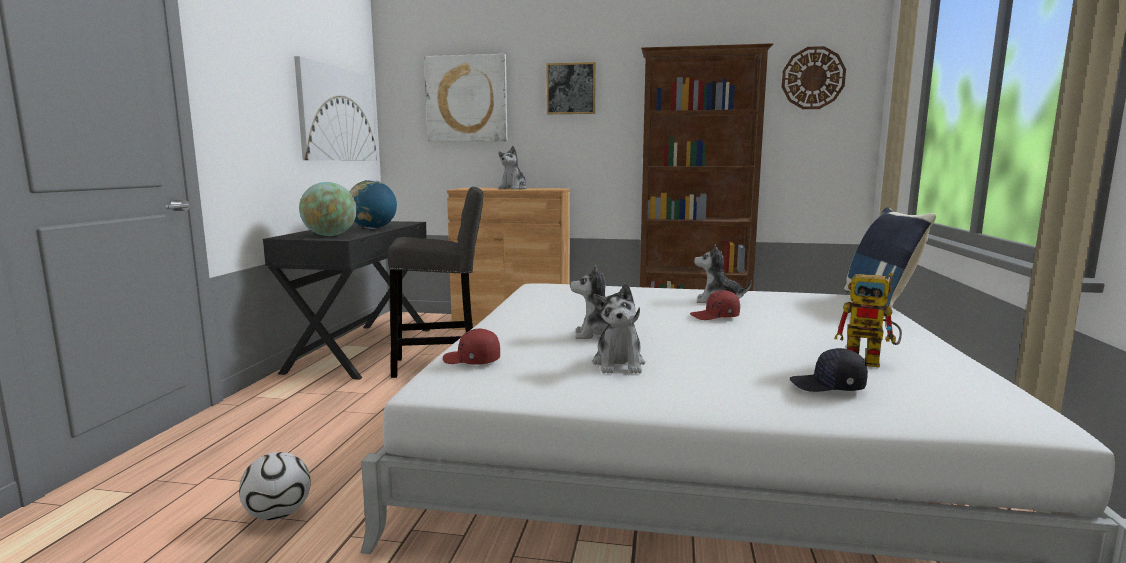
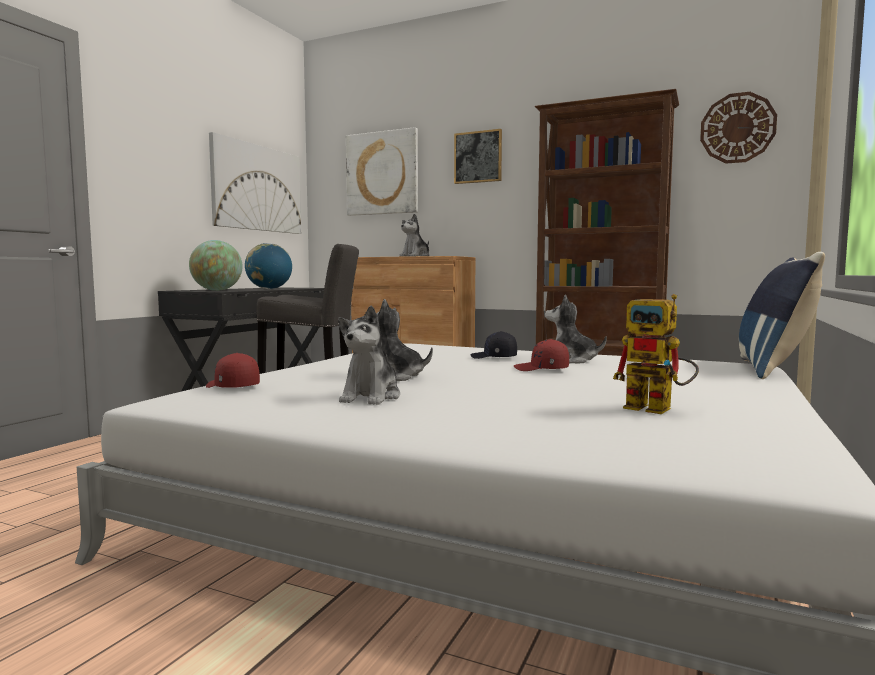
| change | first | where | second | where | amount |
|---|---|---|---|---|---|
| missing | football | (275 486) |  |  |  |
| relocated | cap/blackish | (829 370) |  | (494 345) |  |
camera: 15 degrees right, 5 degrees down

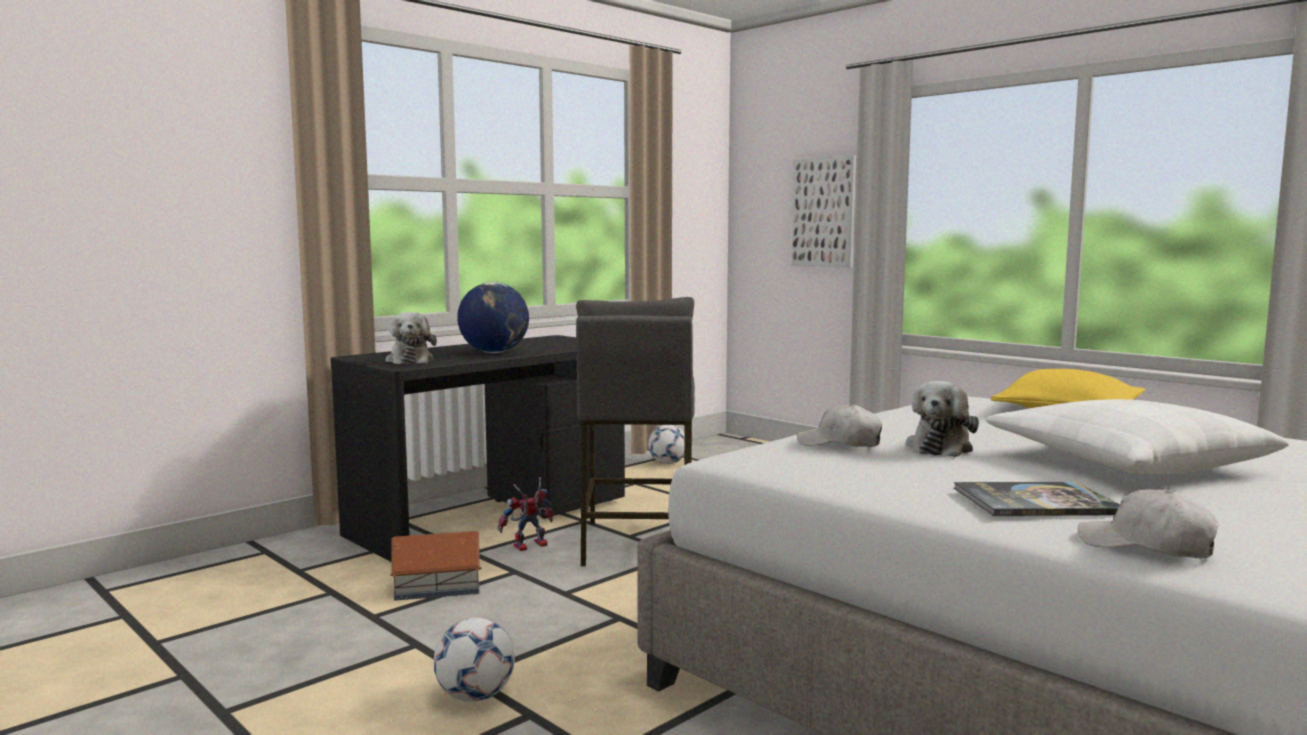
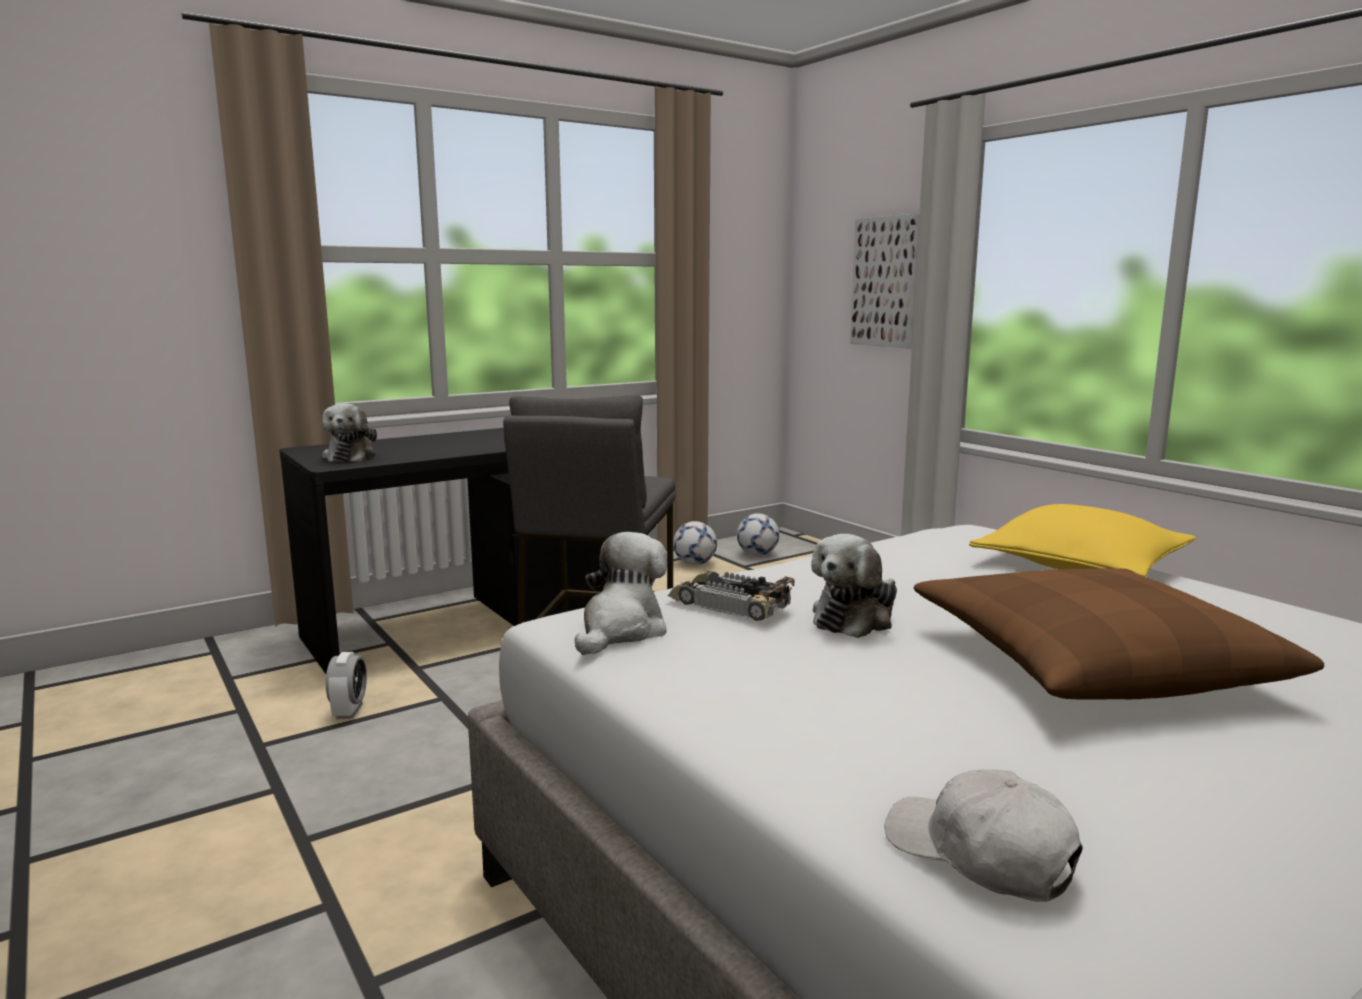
| change | first | where | second | where | amount |
|---|---|---|---|---|---|
| missing | desk globe | (493 317) |  |  |  |
| missing | model robot | (525 514) |  |  |  |
| missing | volume | (1037 499) |  |  |  |
| appeared |  |  | cuddly toy | (621 593) |  |
| relocated | football | (474 660) |  | (758 534) |  |
| exchanged | miniature house | (436 566) | alarm clock | (346 685) |  |
| exchanged | cap/white | (839 425) | toy car | (731 596) |  |
| colour | pillow/white | (1137 436) | pillow/brown | (1119 634) |  |
camera: 10 degrees right, 5 degrees up

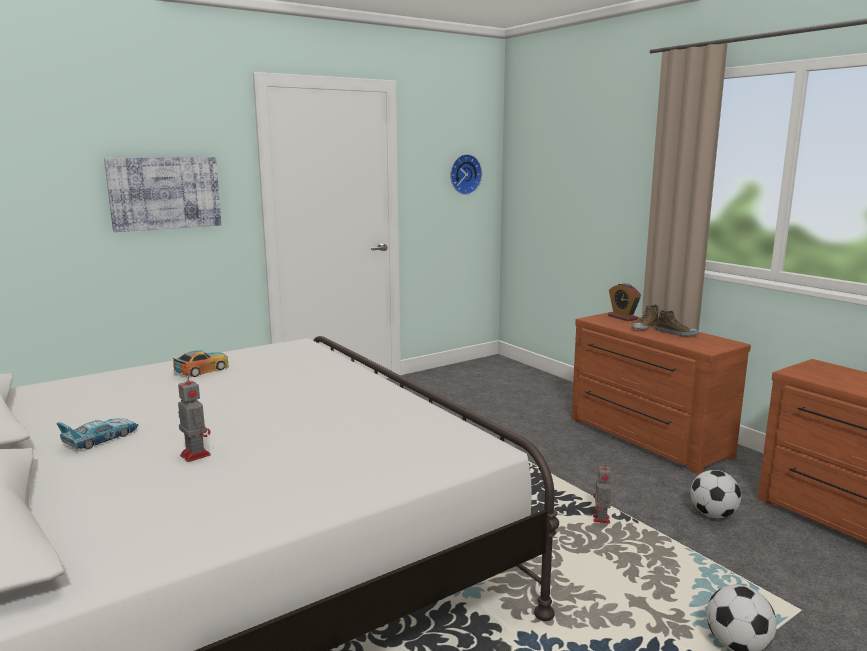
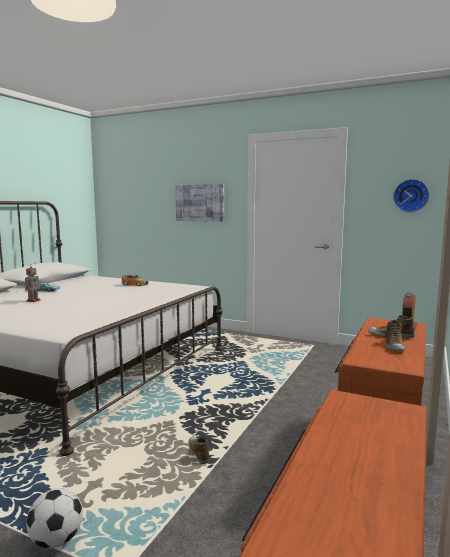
| change | first | where | second | where | amount |
|---|---|---|---|---|---|
| missing | football | (715 494) |  |  |  |
| exchanged | model robot | (602 492) | shoe | (199 450) |  |
camera: 60 degrees right, 5 degrees down

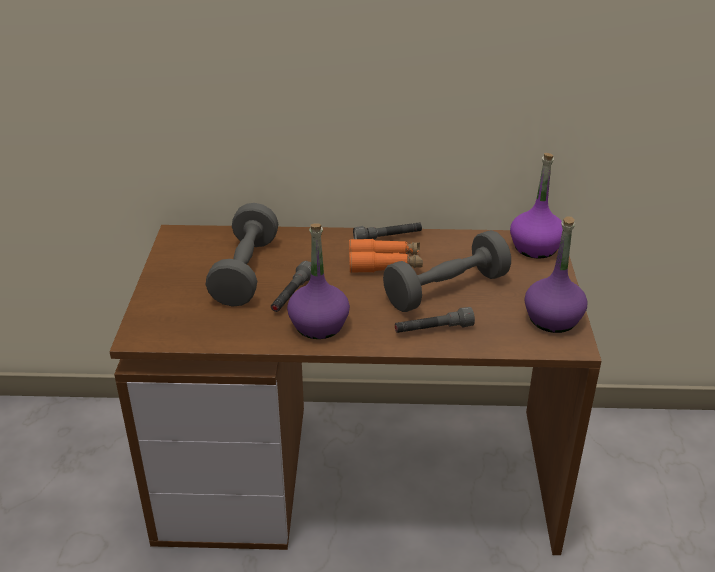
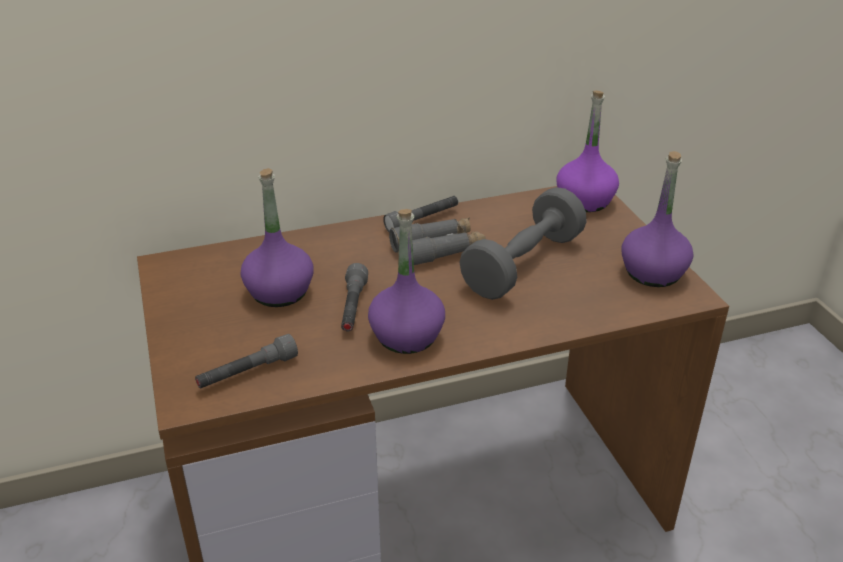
| change | first | where | second | where | amount |
|---|---|---|---|---|---|
| relocated | flashlight/grey | (435 320) |  | (246 361) |  |
| exchanged | dumbbell/grey | (242 255) | drink bottle/purplish | (277 237) |  |
| colour | field glasses/orange-coloured | (386 256) | field glasses/grey | (437 241) |  |
camera: 20 degrees left, 0 degrees up

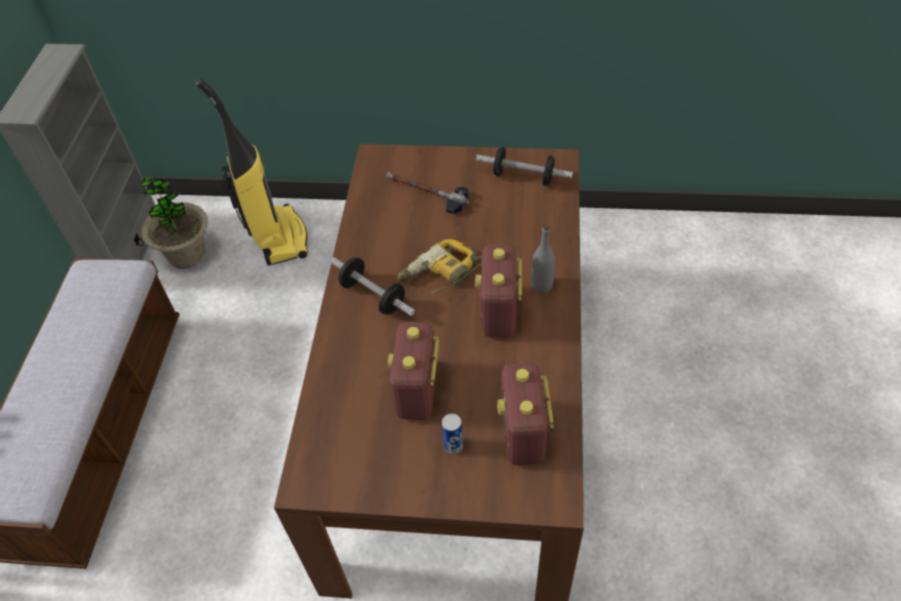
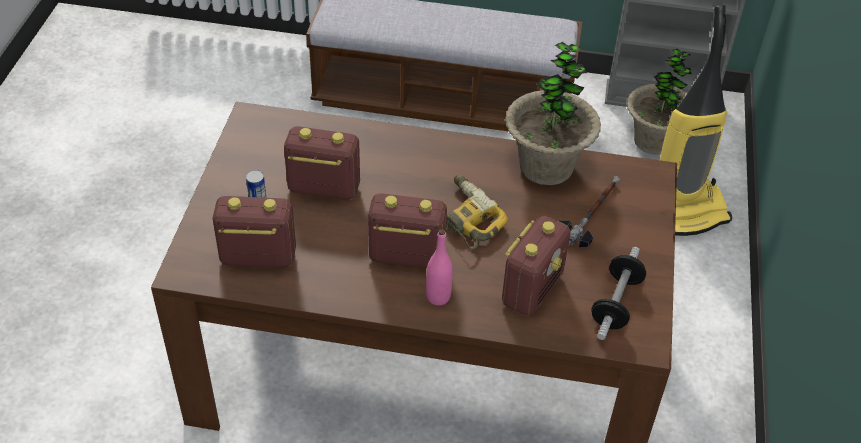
| change | first | where | second | where | amount |
|---|---|---|---|---|---|
| missing | dumbbell | (372 286) |  |  |  |
| appeared |  |  | radio set | (536 266) |  |
| appeared |  |  | plant in a pot | (553 113) |  |
| colour | drink bottle/grey | (543 259) | drink bottle/pink | (439 267) |  |
camera: 90 degrees right, 5 degrees down

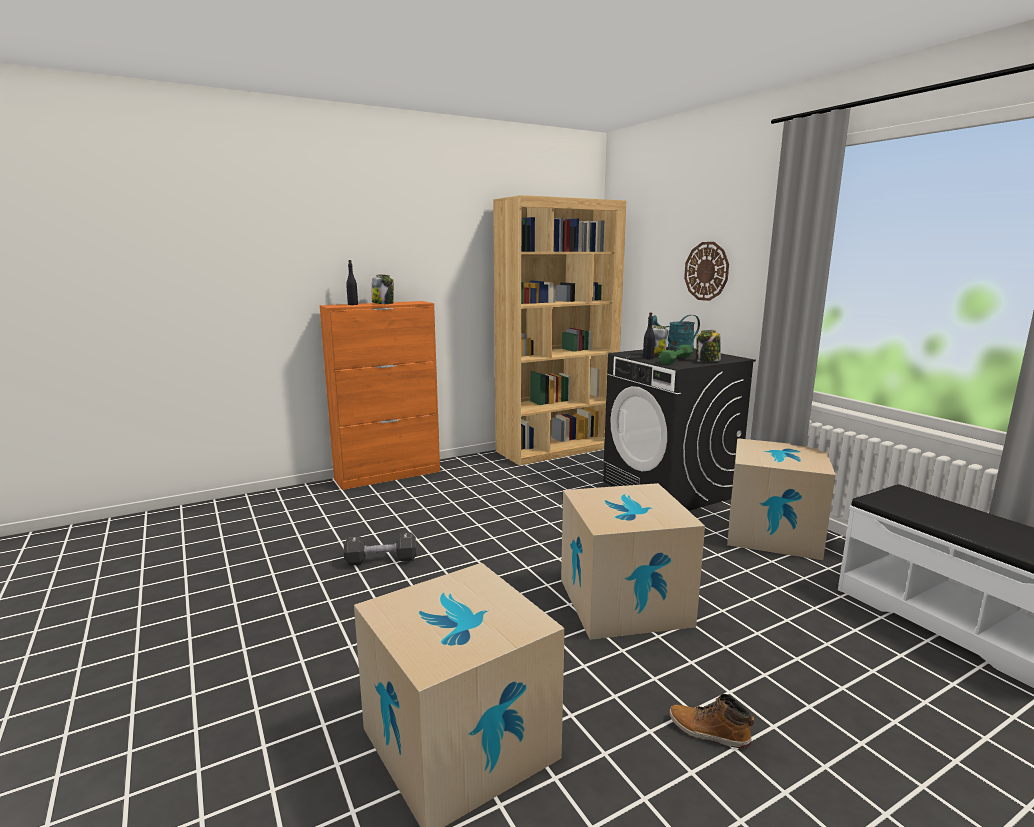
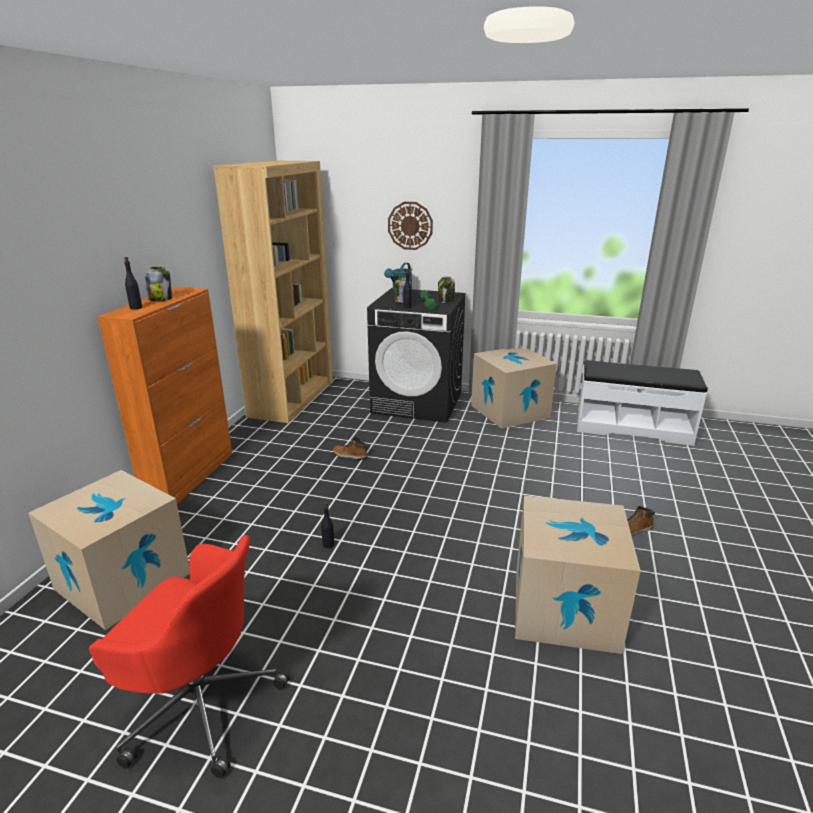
| change | first | where | second | where | amount |
|---|---|---|---|---|---|
| appeared |  |  | desk chair/red | (189 656) |  |
| appeared |  |  | boot | (350 448) |  |
| relocated | carton | (633 561) |  | (109 550) |  |
| exchanged | dumbbell/blackish | (380 549) | drink bottle/blackish | (327 525) |  |
camera: 45 degrees left, 10 degrees up

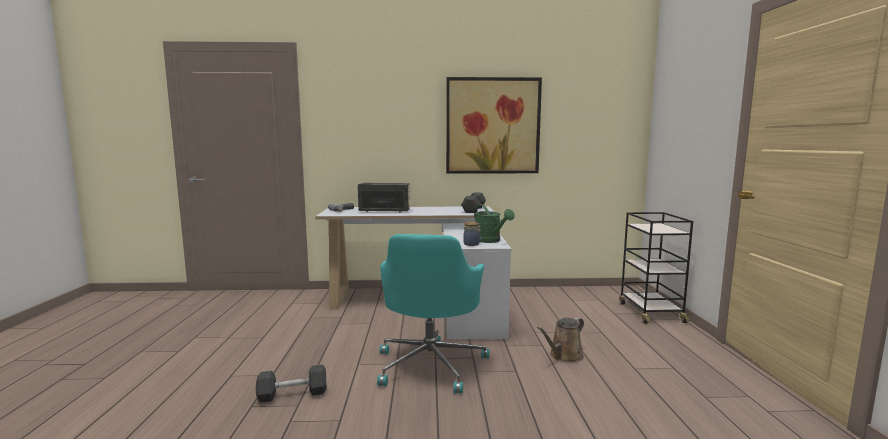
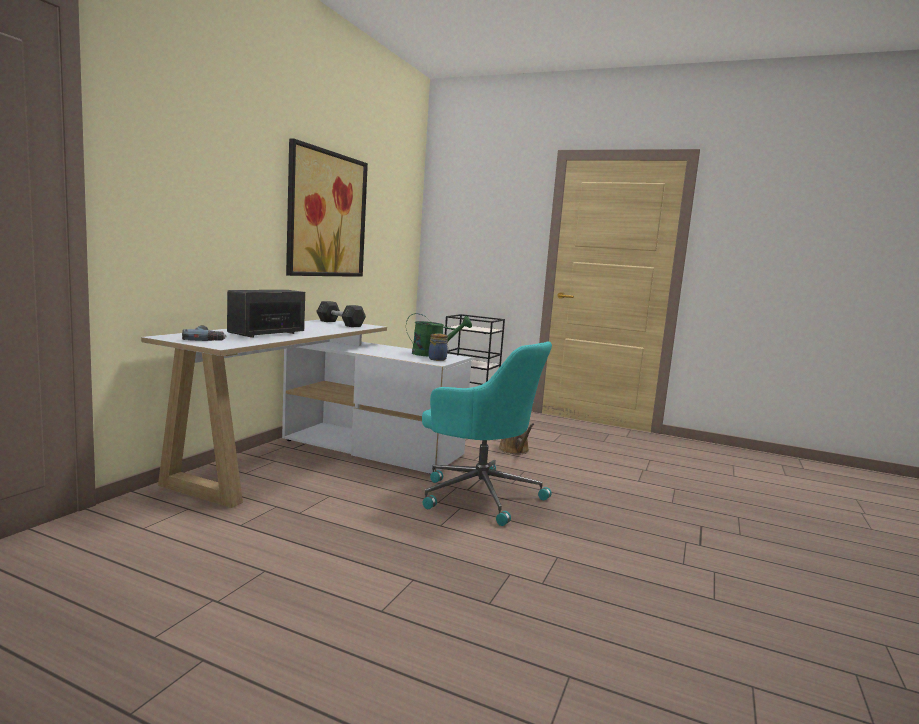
| change | first | where | second | where | amount |
|---|---|---|---|---|---|
| missing | dumbbell/grey | (291 384) |  |  |  |
camera: 65 degrees left, 0 degrees up

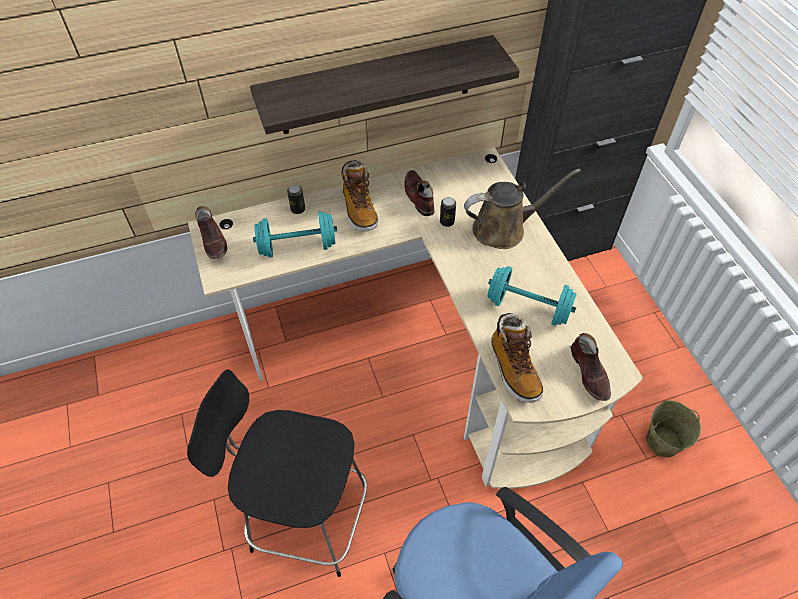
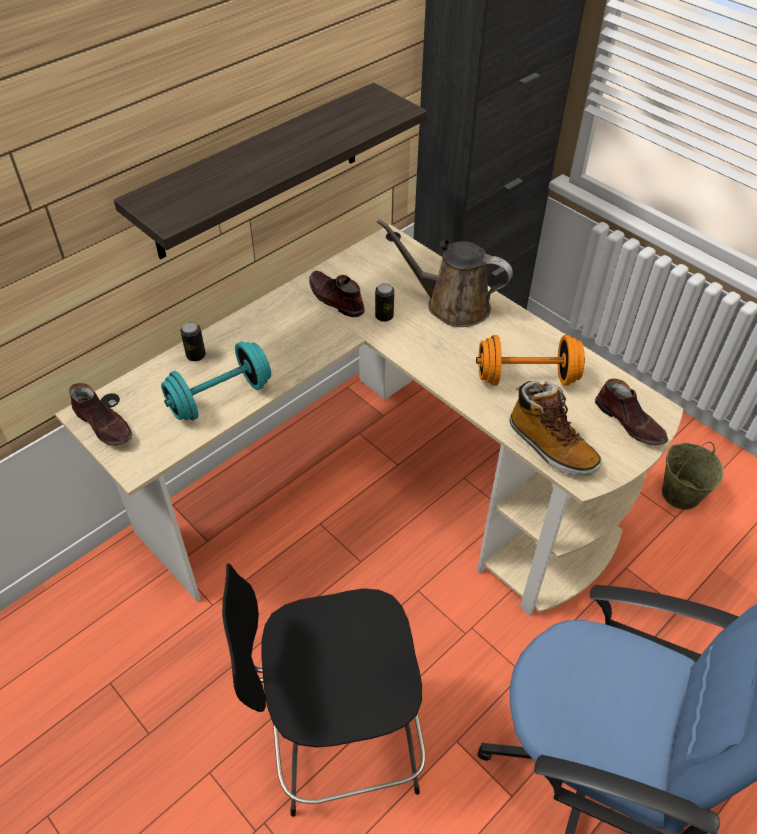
| change | first | where | second | where | amount |
|---|---|---|---|---|---|
| missing | boot | (360 196) |  |  |  |
| colour | dumbbell/turquoise | (532 295) | dumbbell/orange-coloured | (530 360) |  |
| spun | watering can/brown | (522 209) |  | (445 273) | 120 degrees counterclockwise |
camera: 25 degrees left, 5 degrees down

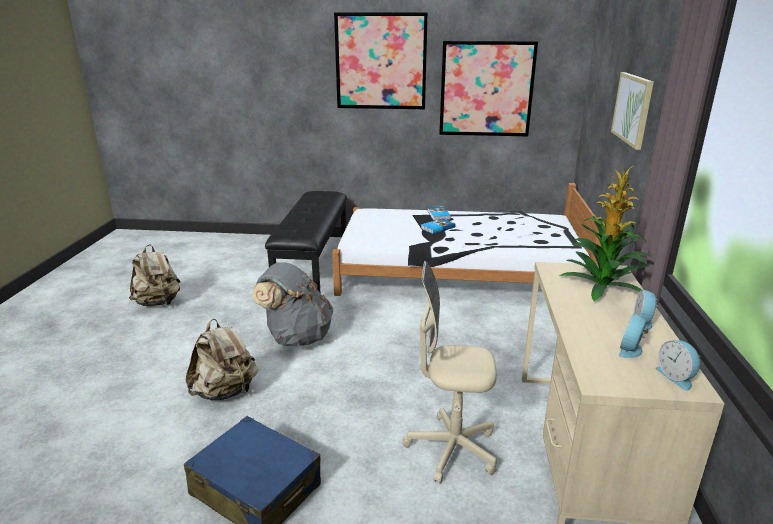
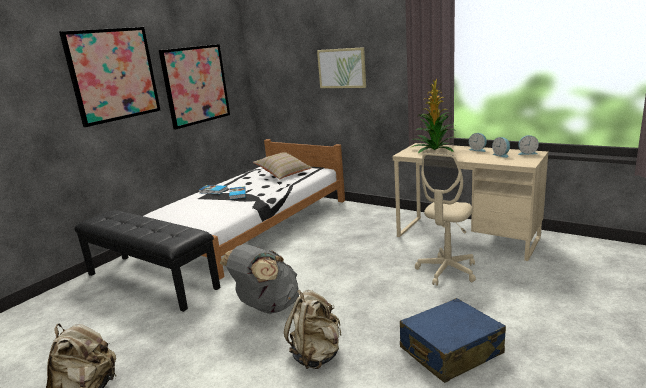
| change | first | where | second | where | amount |
|---|---|---|---|---|---|
| appeared |  |  | pillow/sand-coloured | (282 165) |  |
camera: 60 degrees left, 5 degrees down

